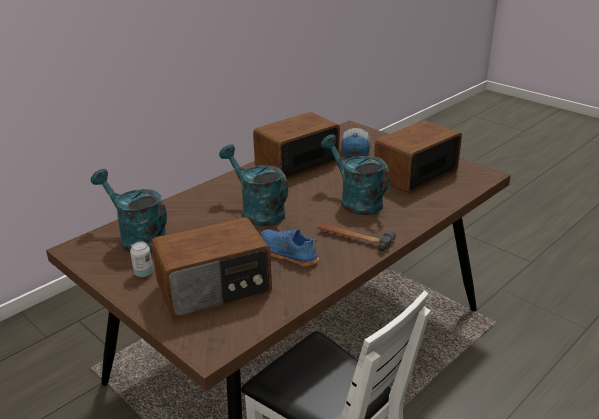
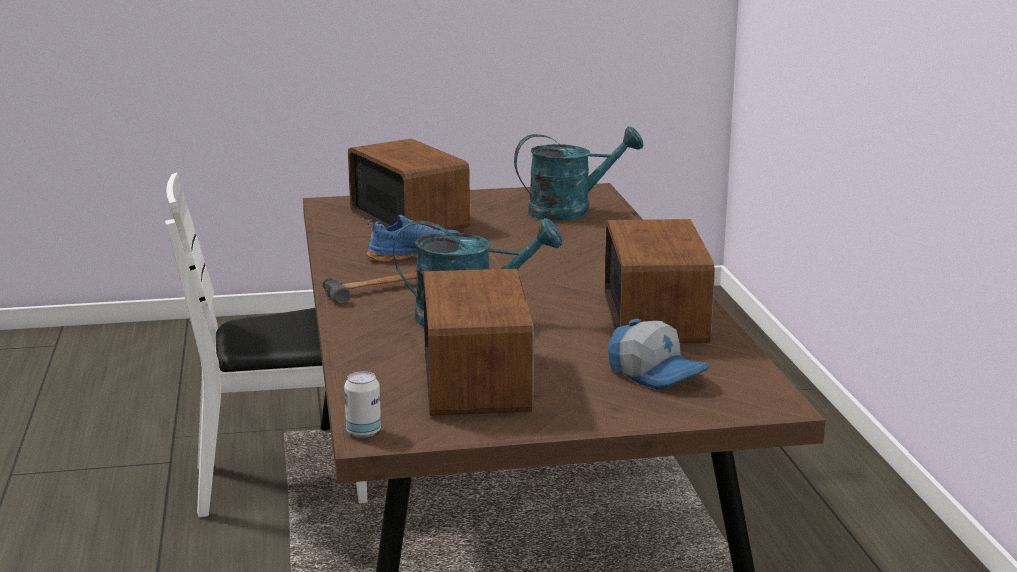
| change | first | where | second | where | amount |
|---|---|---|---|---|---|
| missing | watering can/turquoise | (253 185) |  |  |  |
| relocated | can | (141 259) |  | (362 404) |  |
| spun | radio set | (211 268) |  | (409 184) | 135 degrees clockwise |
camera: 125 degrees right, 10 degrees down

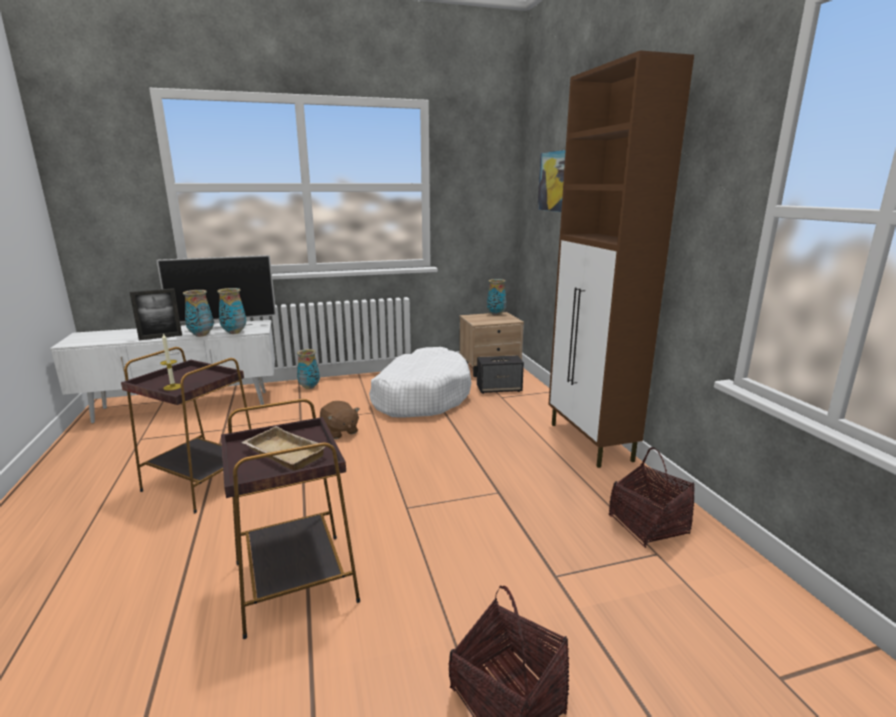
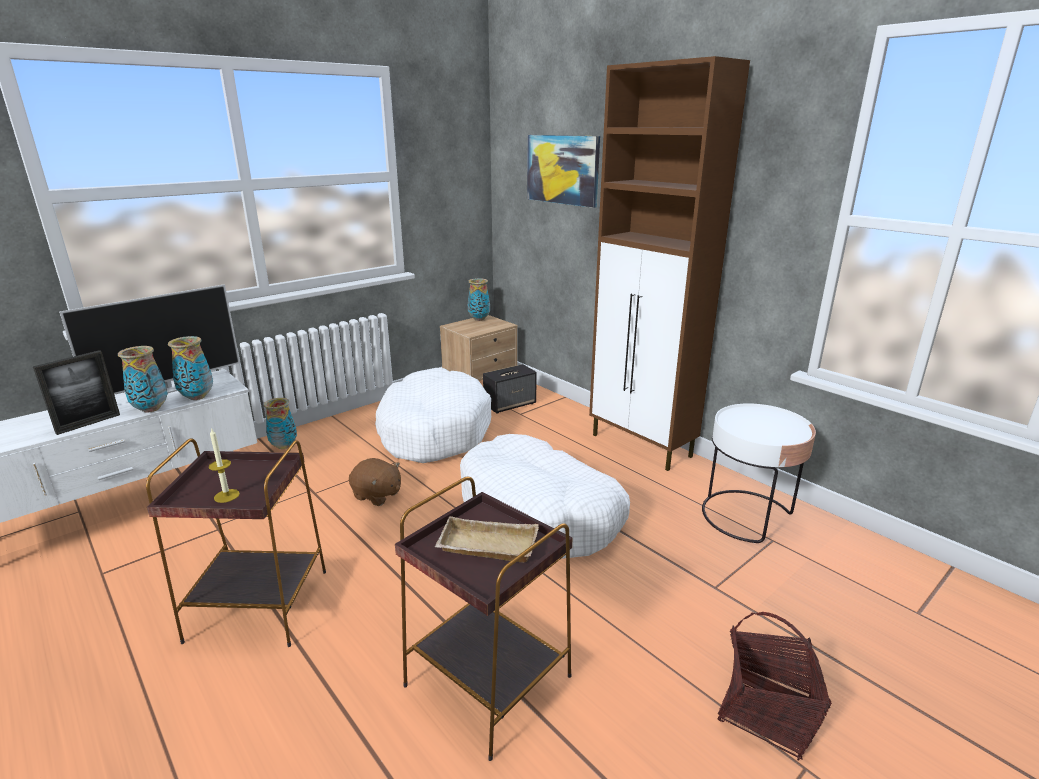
| change | first | where | second | where | amount |
|---|---|---|---|---|---|
| appeared |  |  | dog cushion/white | (545 496) |  |
| exchanged | household basket | (651 497) | end table/white | (759 473) |  |
camera: 25 degrees left, 5 degrees up

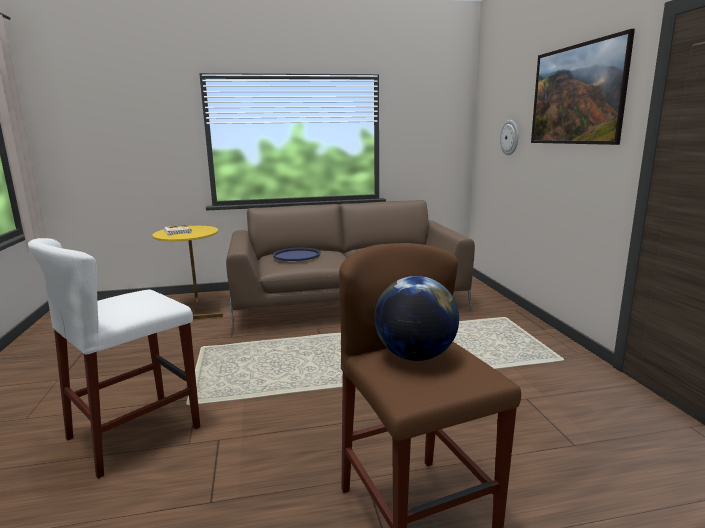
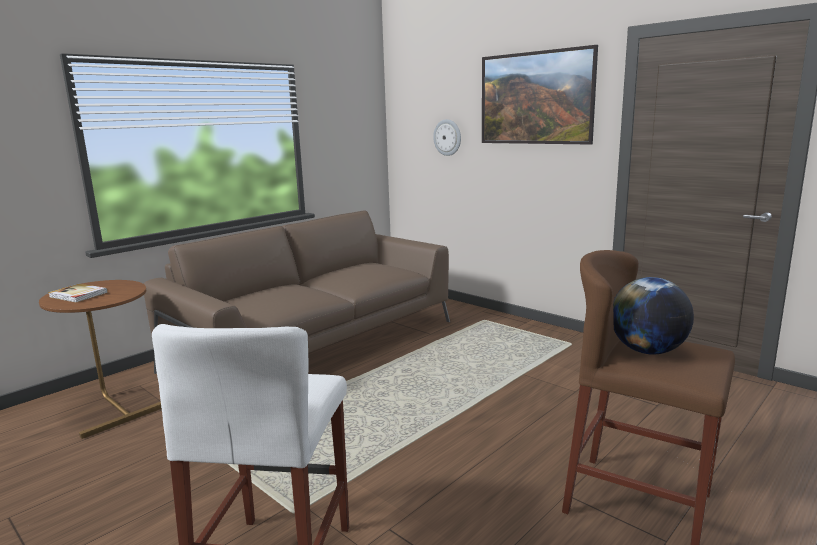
| change | first | where | second | where | amount |
|---|---|---|---|---|---|
| missing | carrying tray/blue-coloured | (296 254) |  |  |  |
| colour | end table/yellow | (187 272) | end table/brown | (100 359) |  |
camera: 35 degrees left, 0 degrees up

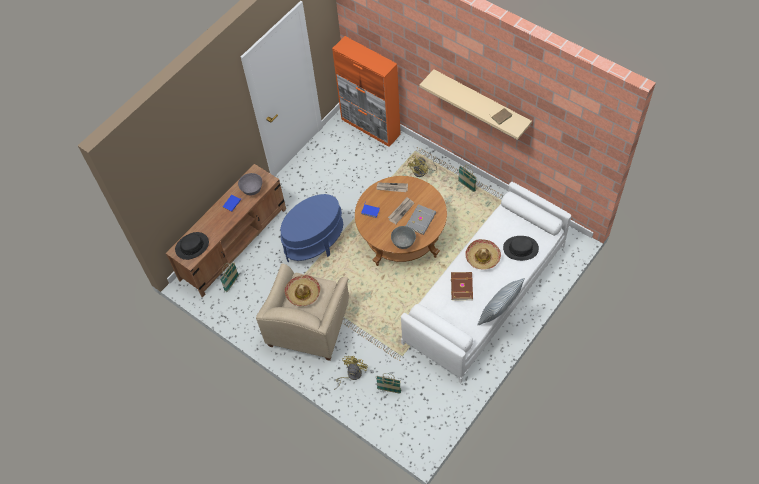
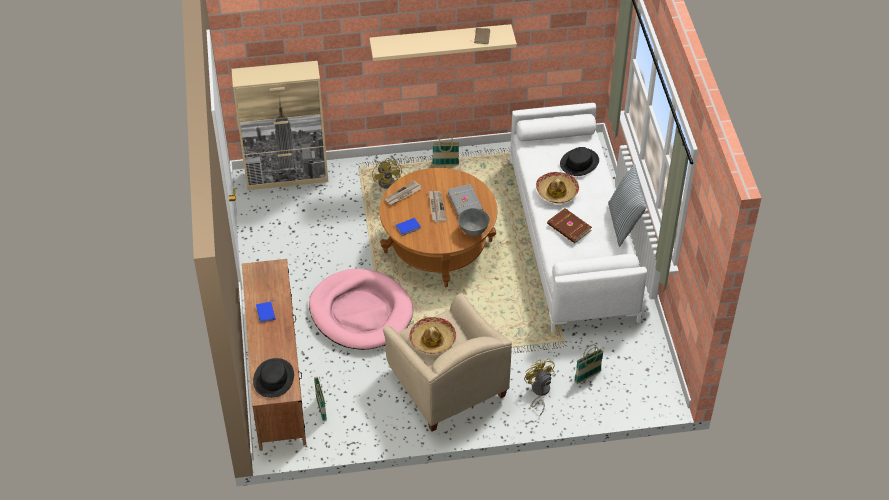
| change | first | where | second | where | amount |
|---|---|---|---|---|---|
| missing | bowl/grey | (250 184) |  |  |  |
| exchanged | end table/blue-coloured | (311 228) | dog cushion/pink | (361 309) |  |
| colour | cupboard/orange-coloured | (366 91) | cupboard/sand-coloured | (280 125) |  |
camera: 50 degrees left, 10 degrees down

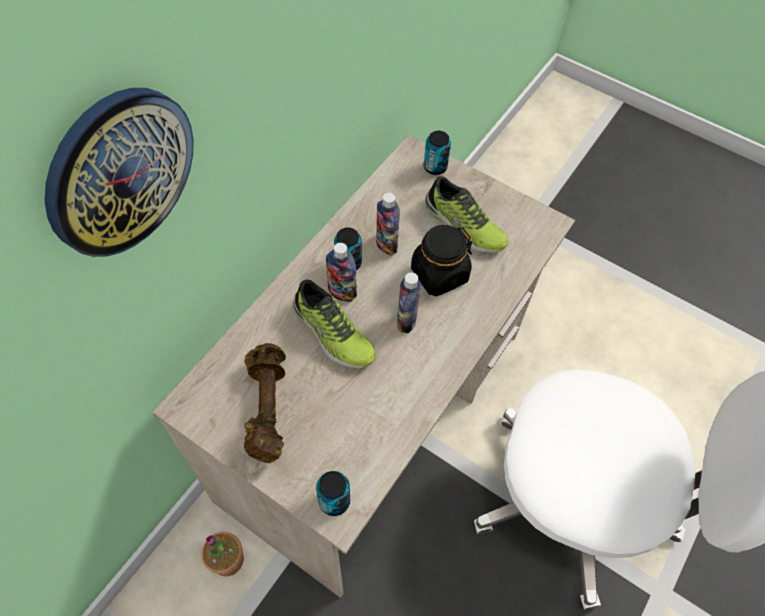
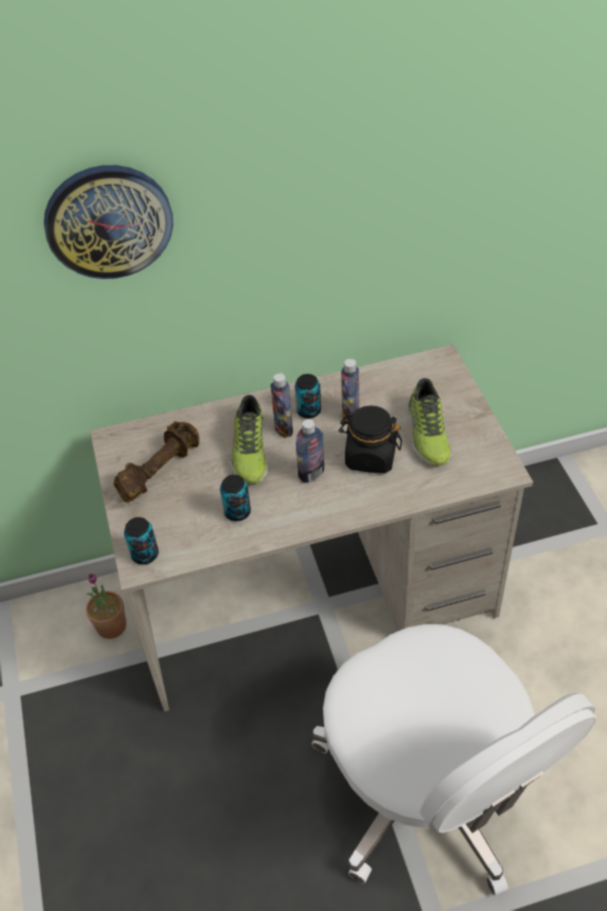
| change | first | where | second | where | amount |
|---|---|---|---|---|---|
| relocated | can | (437 153) |  | (235 498) |  |
camera: 45 degrees right, 10 degrees down

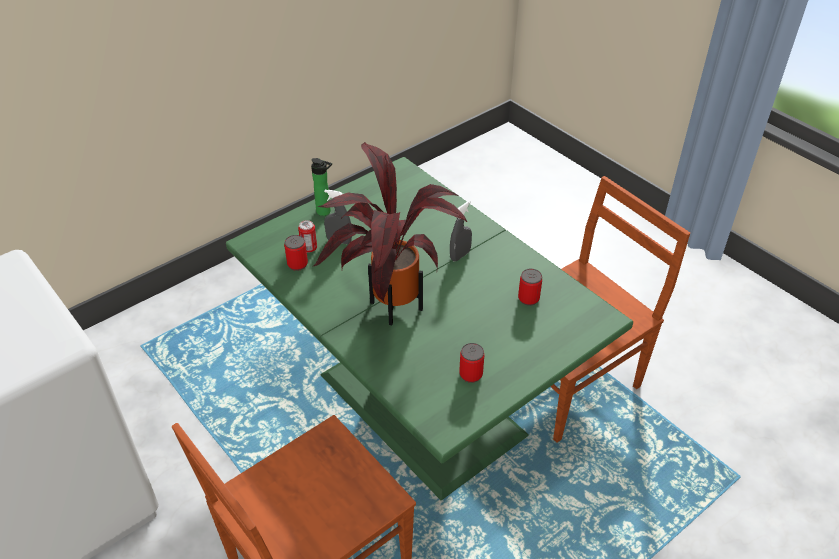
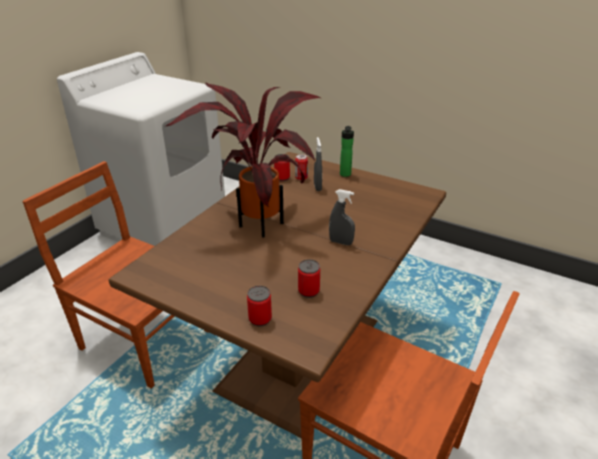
| change | first | where | second | where | amount |
|---|---|---|---|---|---|
| relocated | can | (471 363) |  | (259 306) |  |
| colour | dining table/green-coloured | (429 328) | dining table/brown | (277 295) |  |
camera: 70 degrees right, 10 degrees down

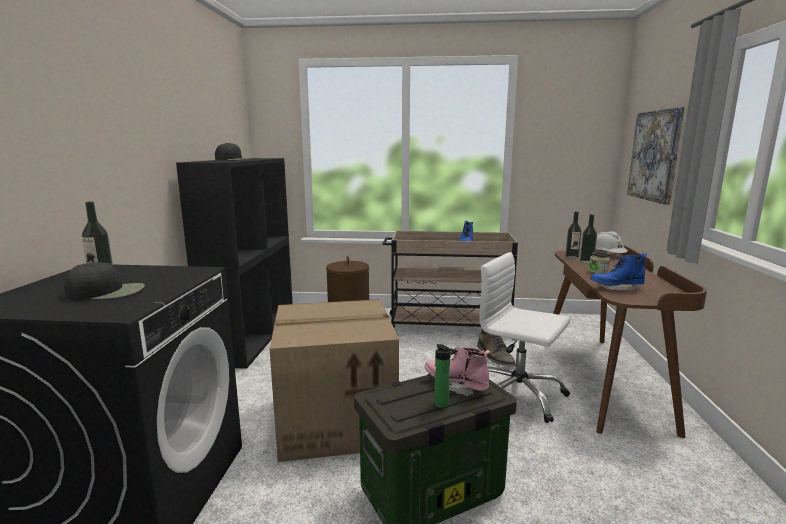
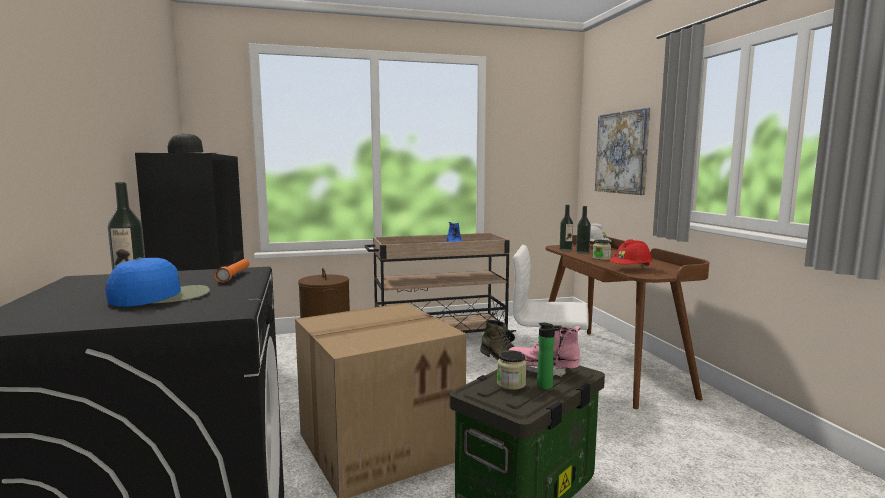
| change | first | where | second | where | amount |
|---|---|---|---|---|---|
| appeared |  |  | flashlight/orange-coloured | (231 271) |  |
| appeared |  |  | storage jar | (512 370) |  |
| exchanged | boot/blue-coloured | (618 272) | safety helmet/red | (631 253) |  |
| colour | cap/blackish | (104 281) | cap/blue-coloured | (157 282) |  |
camera: 20 degrees left, 5 degrees down

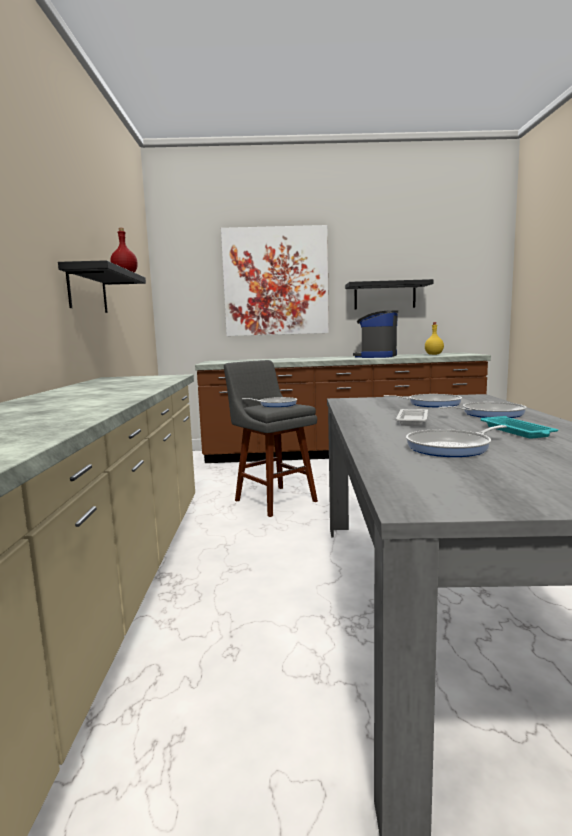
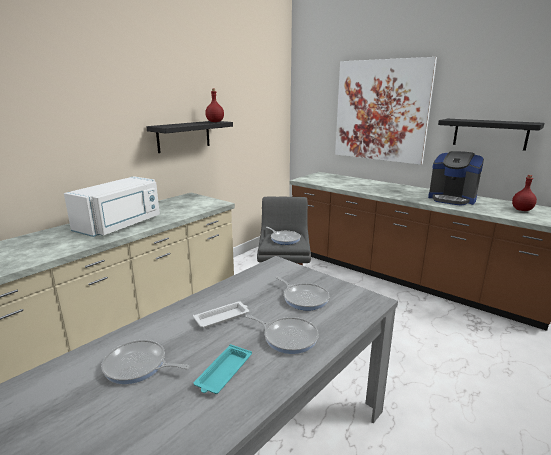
| change | first | where | second | where | amount |
|---|---|---|---|---|---|
| appeared |  |  | microwave oven/white | (112 206) |  |
| colour | drink bottle/yellow | (434 338) | drink bottle/red | (524 193) |  |
| spun | coffee machine | (375 334) |  | (456 178) | 120 degrees counterclockwise |
camera: 40 degrees right, 10 degrees up

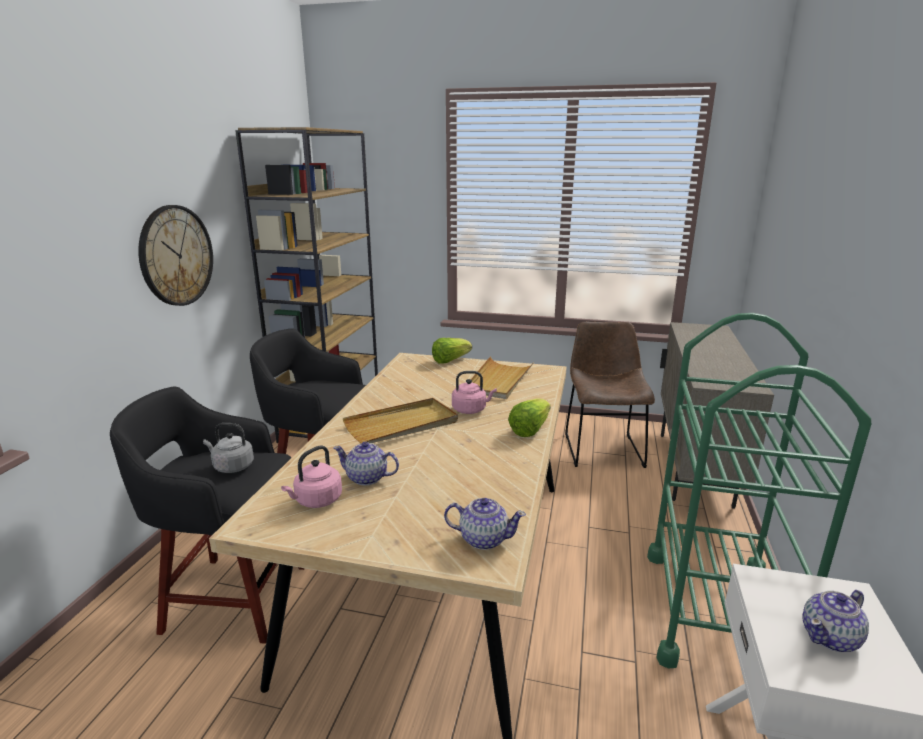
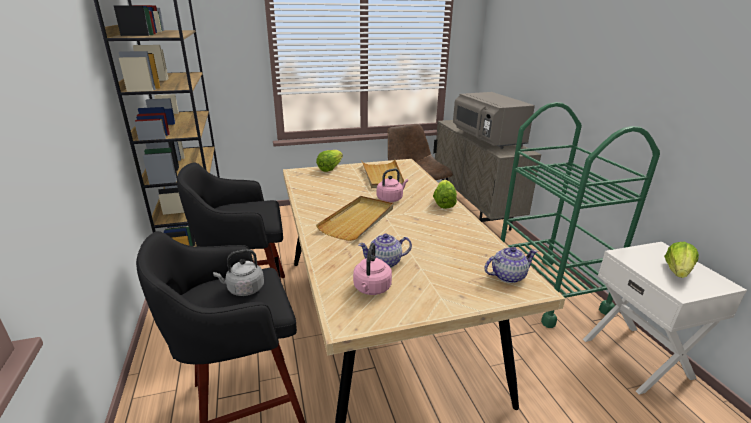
| change | first | where | second | where | amount |
|---|---|---|---|---|---|
| missing | clock on the wall | (175 255) |  |  |  |
| appeared |  |  | microwave oven/grey | (494 120) |  |
| exchanged | tea pot | (835 621) | head of lettuce | (681 260) |  |
camera: 30 degrees left, 5 degrees up

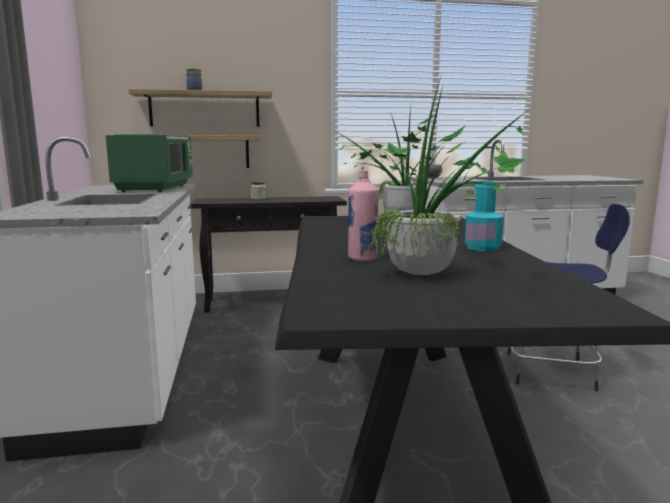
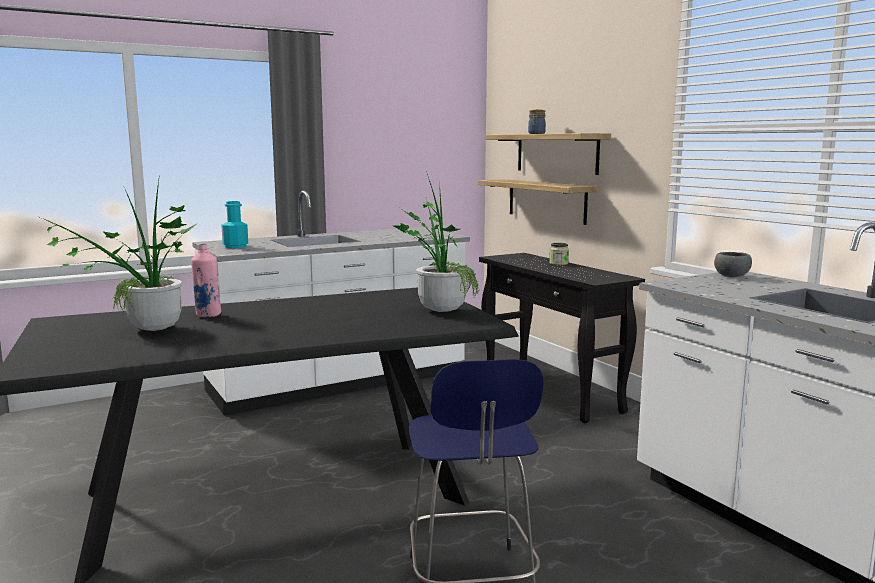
| change | first | where | second | where | amount |
|---|---|---|---|---|---|
| missing | microwave oven/green-coloured | (149 163) |  |  |  |
| relocated | drink bottle/turquoise | (484 216) |  | (234 224) |  |
camera: 70 degrees right, 0 degrees up

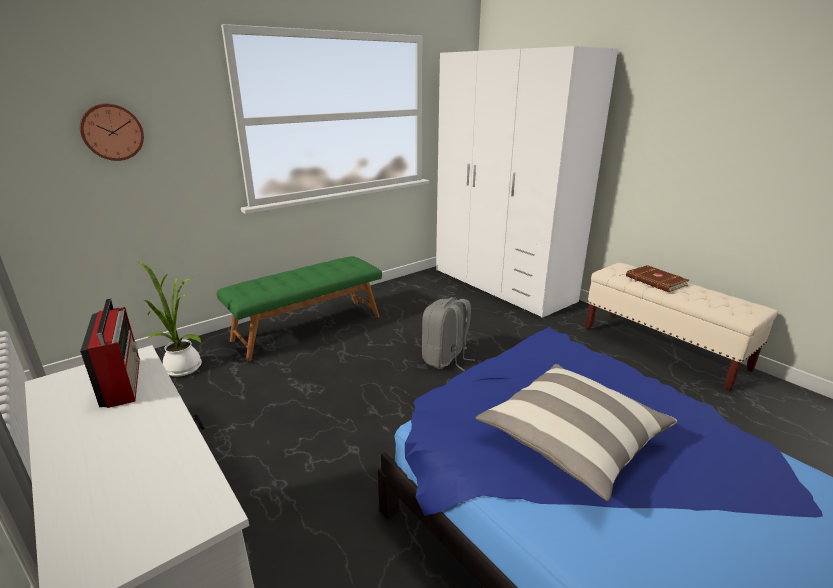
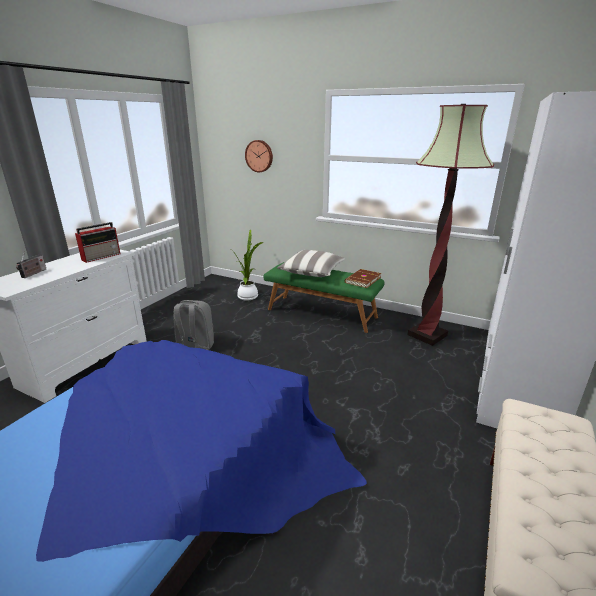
| change | first | where | second | where | amount |
|---|---|---|---|---|---|
| appeared |  |  | radio set | (31 265) |  |
| appeared |  |  | floor lamp | (450 225) |  |
| relocated | backpack/grey | (448 334) |  | (193 325) |  |
| relocated | pillow | (576 432) |  | (311 263) |  |
| relocated | volume/brown | (657 278) |  | (363 278) |  |
camera: 65 degrees right, 0 degrees up

